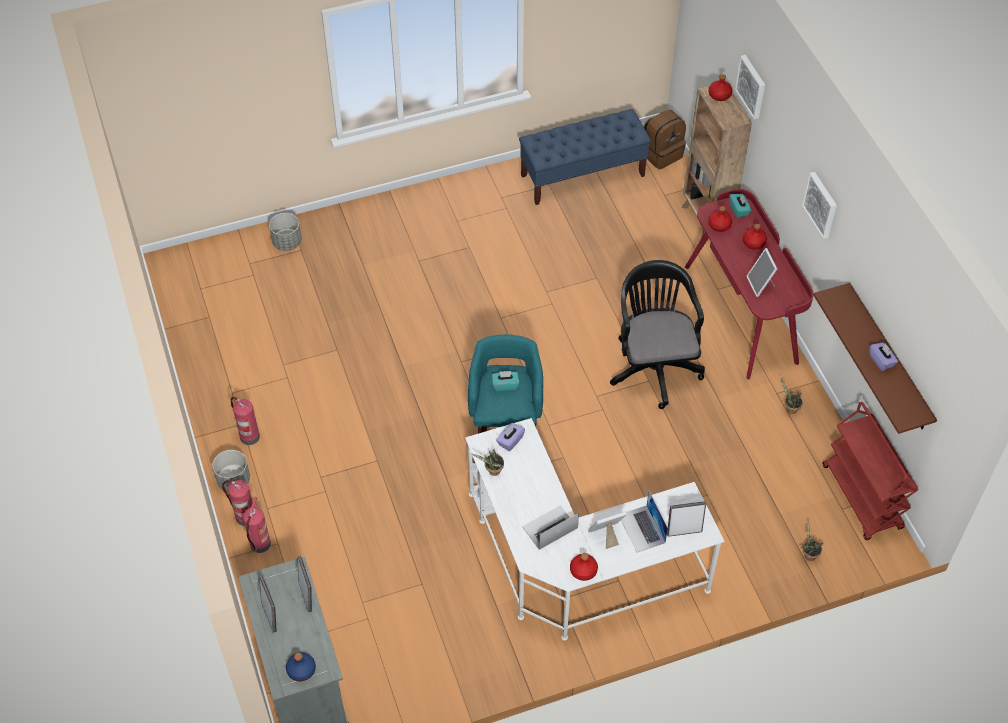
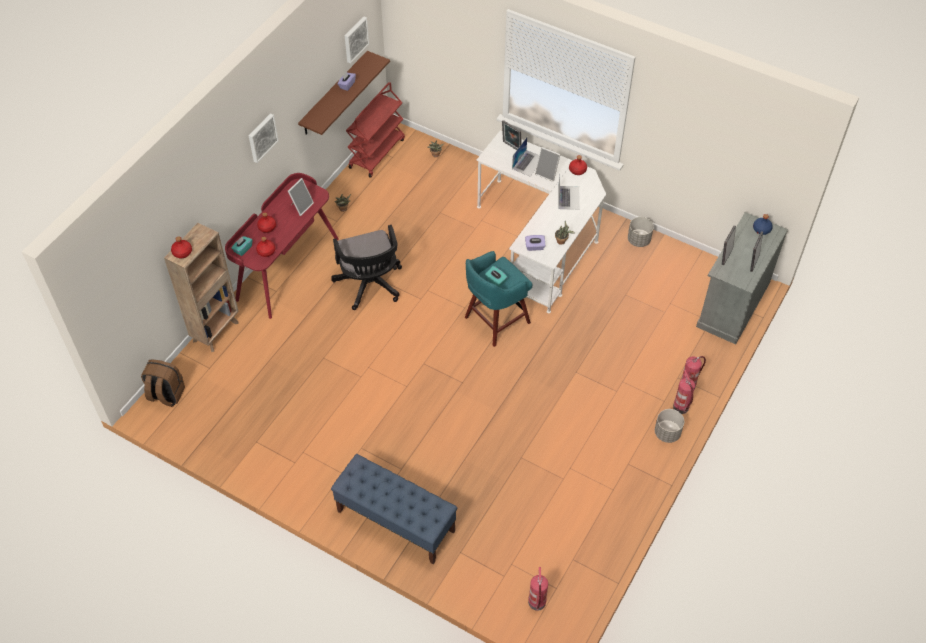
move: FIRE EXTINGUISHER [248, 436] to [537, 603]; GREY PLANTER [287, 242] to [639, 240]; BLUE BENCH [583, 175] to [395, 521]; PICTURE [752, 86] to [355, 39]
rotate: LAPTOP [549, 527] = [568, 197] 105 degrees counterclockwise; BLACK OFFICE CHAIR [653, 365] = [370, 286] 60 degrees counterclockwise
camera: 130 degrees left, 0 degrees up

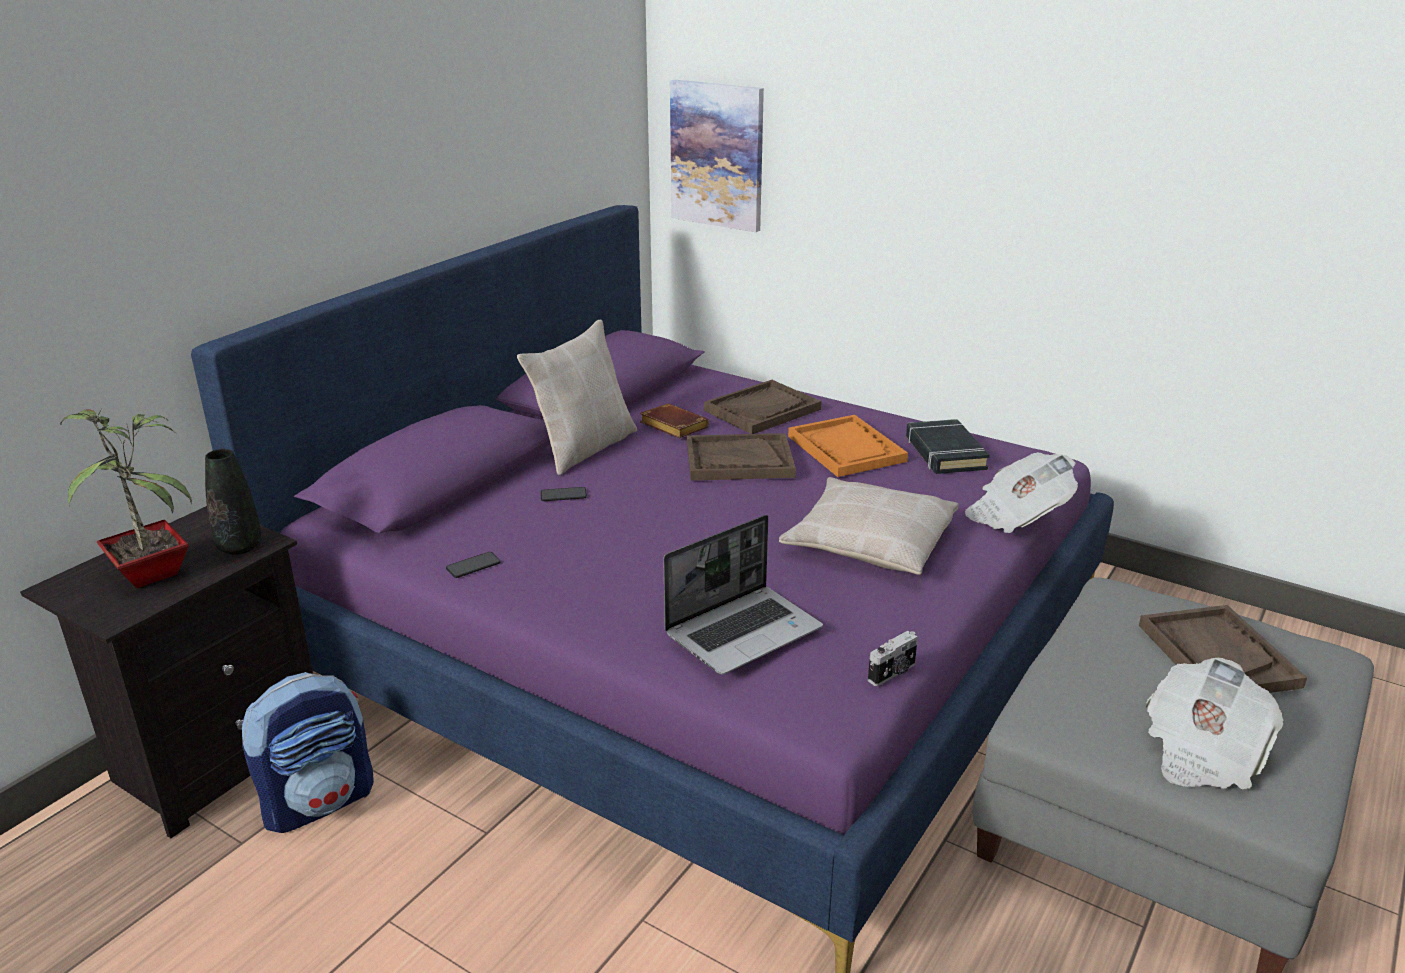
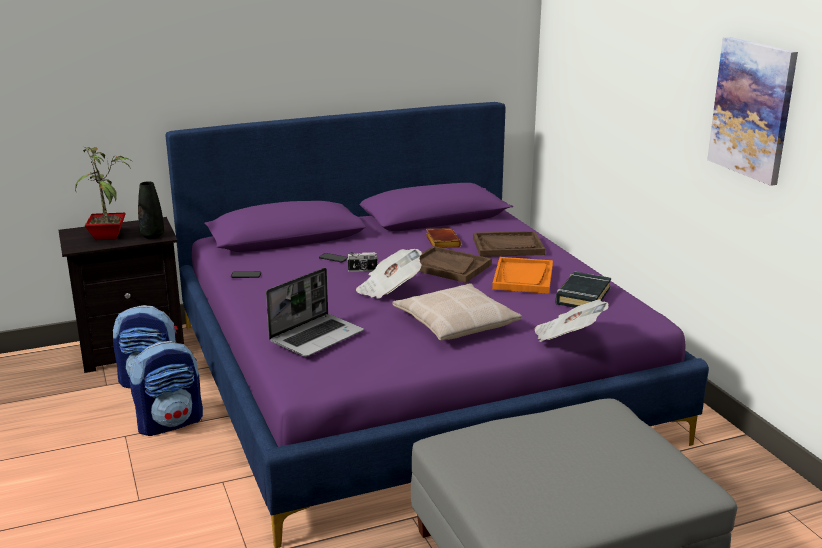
delete: BEIGE PILLOW [584, 447]; BROWN TRAY [1217, 655]
insert: BACKPACK [170, 423]
move: PICTURE [717, 155] to [752, 109]; PHOTO CAMERA [893, 673] to [362, 270]; NEWSPAPER [1201, 752] to [389, 290]
rotate: LAPTOP [744, 631] = [317, 336] 45 degrees counterclockwise
camera: 35 degrees right, 5 degrees down

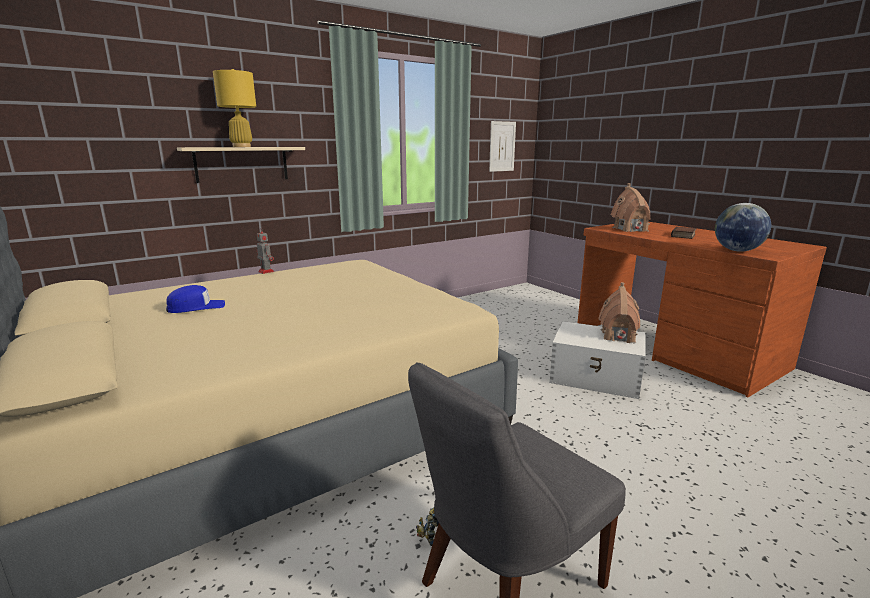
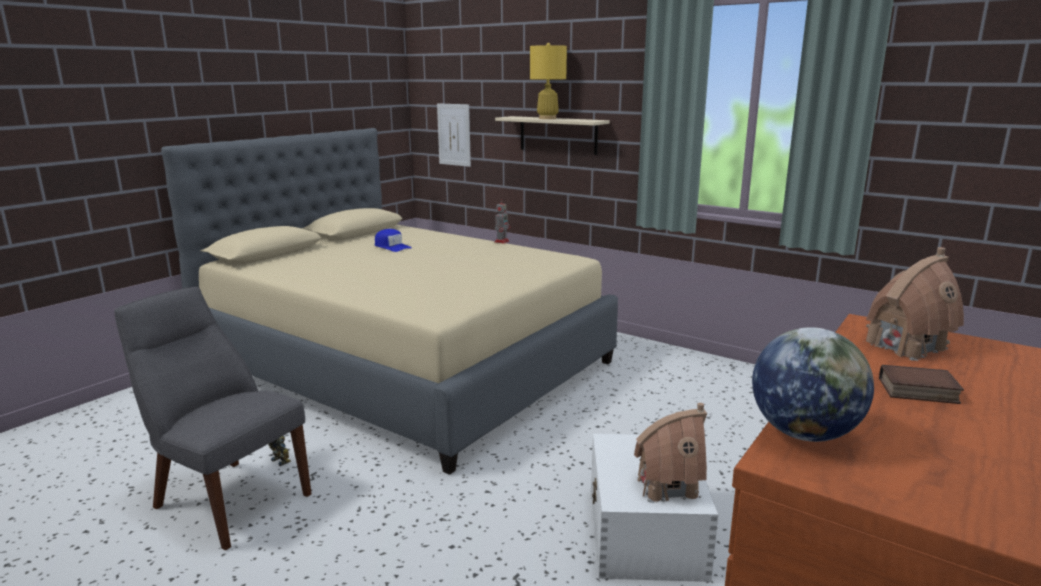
move: PICTURE [502, 146] to [454, 134]
camera: 70 degrees right, 0 degrees up

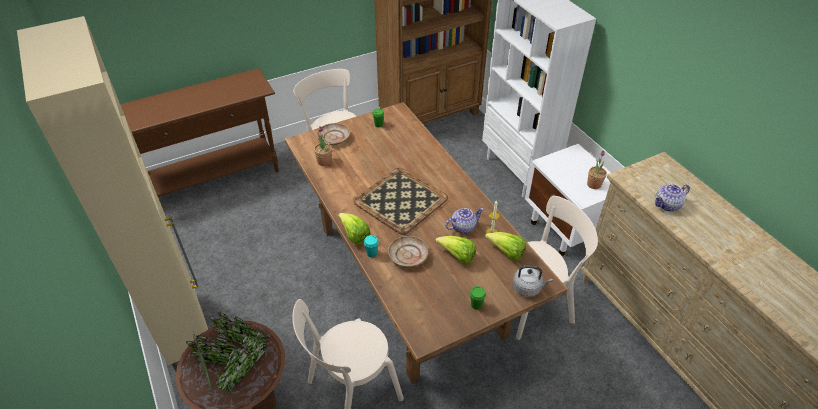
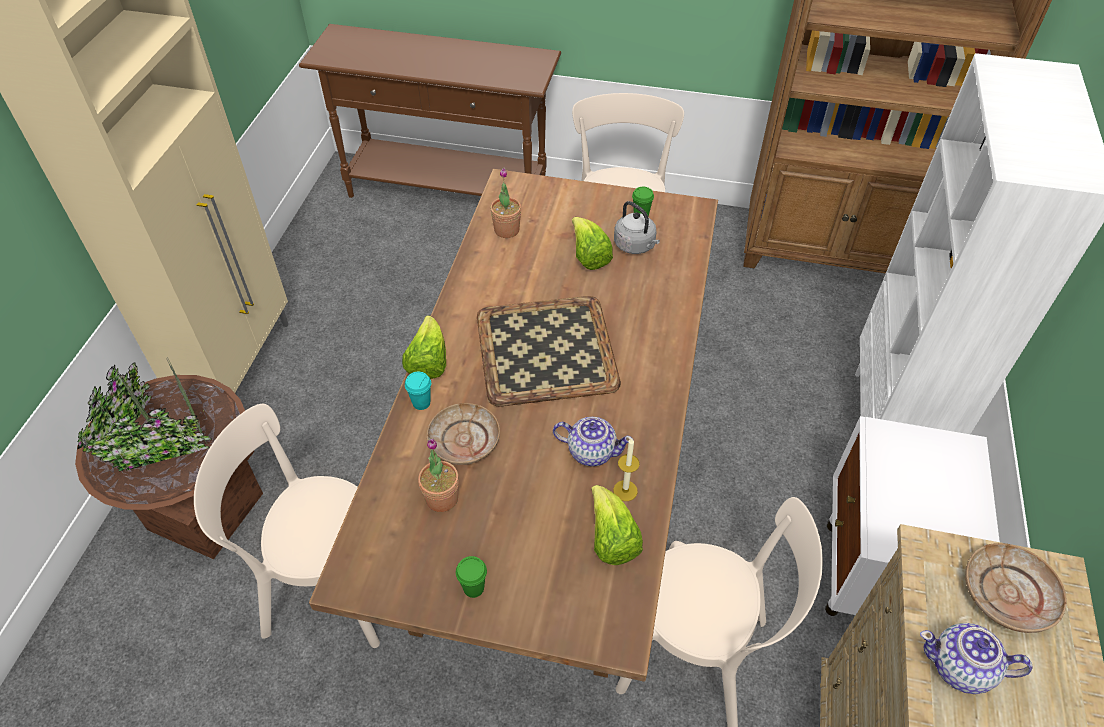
move: BEIGE PLATE [333, 138] to [1008, 594]; LETTUCE [457, 256] to [589, 256]; GREY KETTLE [528, 288] to [636, 246]; POTTED PLANT [594, 184] to [442, 498]
camera: 40 degrees right, 5 degrees up

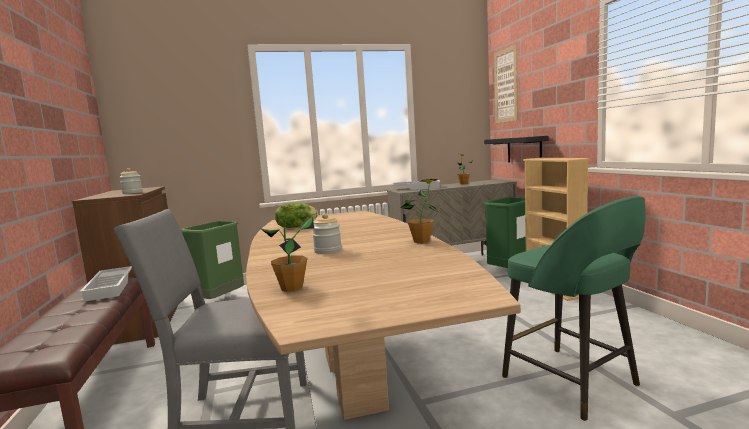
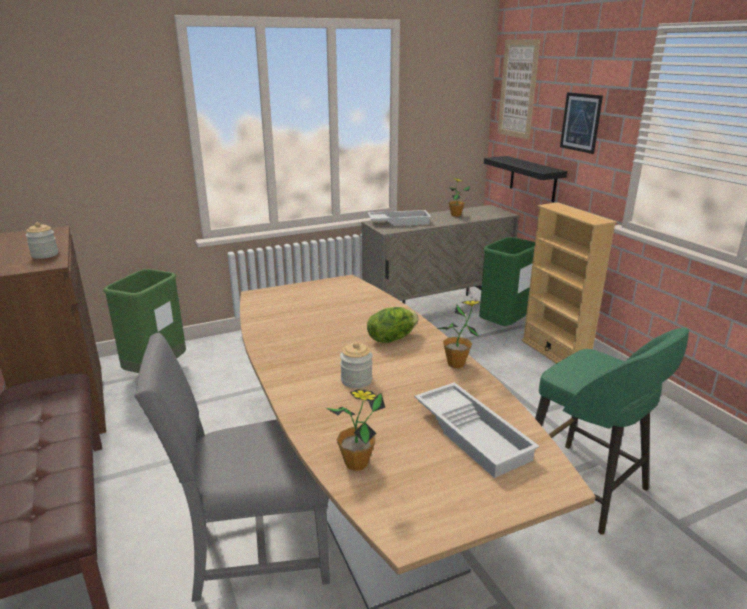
insert: PICTURE [580, 122]
move: WHITE TRAY [111, 287] to [474, 434]; LETTUCE [296, 227] to [391, 338]
camera: 10 degrees left, 15 degrees up

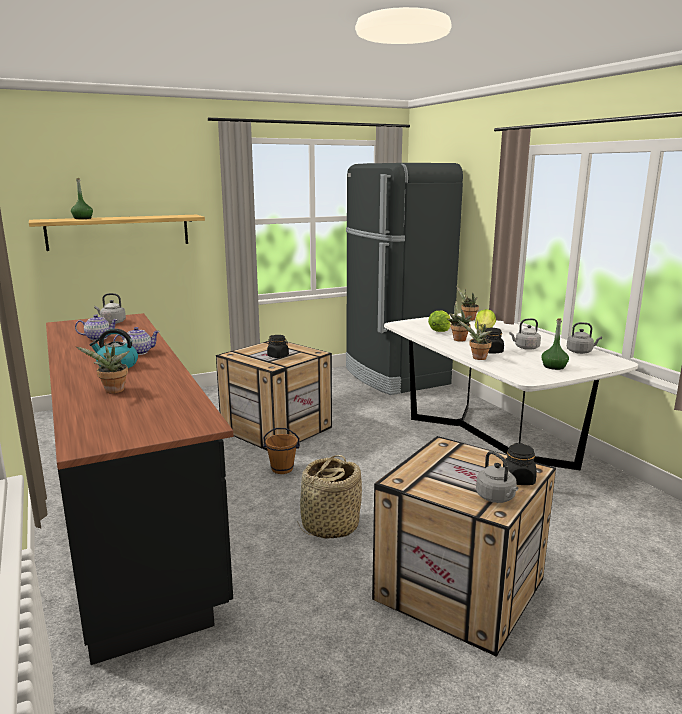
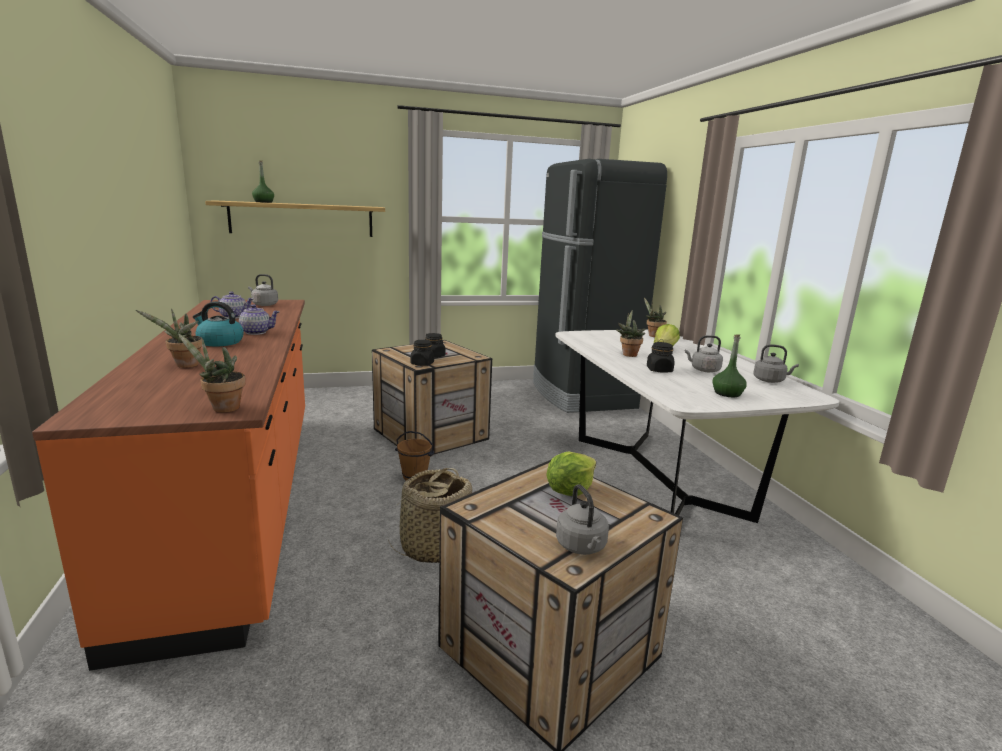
move: LETTUCE [439, 331] to [569, 490]; POTTED PLANT [477, 358] to [221, 408]; BLACK JAR [518, 480] to [422, 364]
recolor: BLACK COUNTER [132, 510] to ORANGE COUNTER [239, 500]
camera: 10 degrees right, 0 degrees up

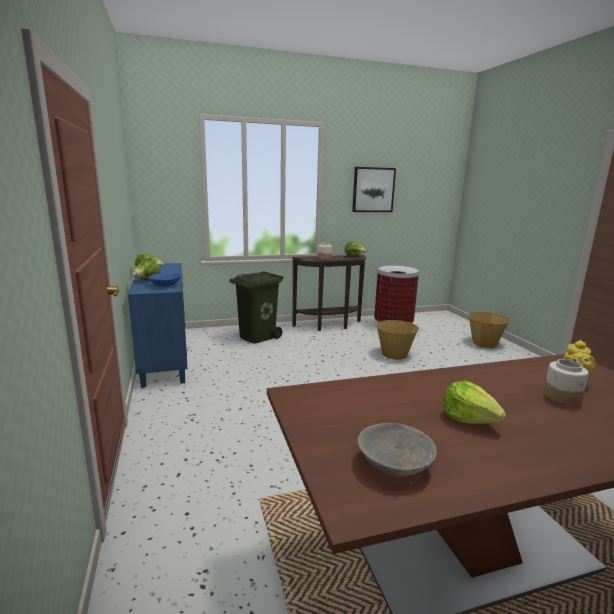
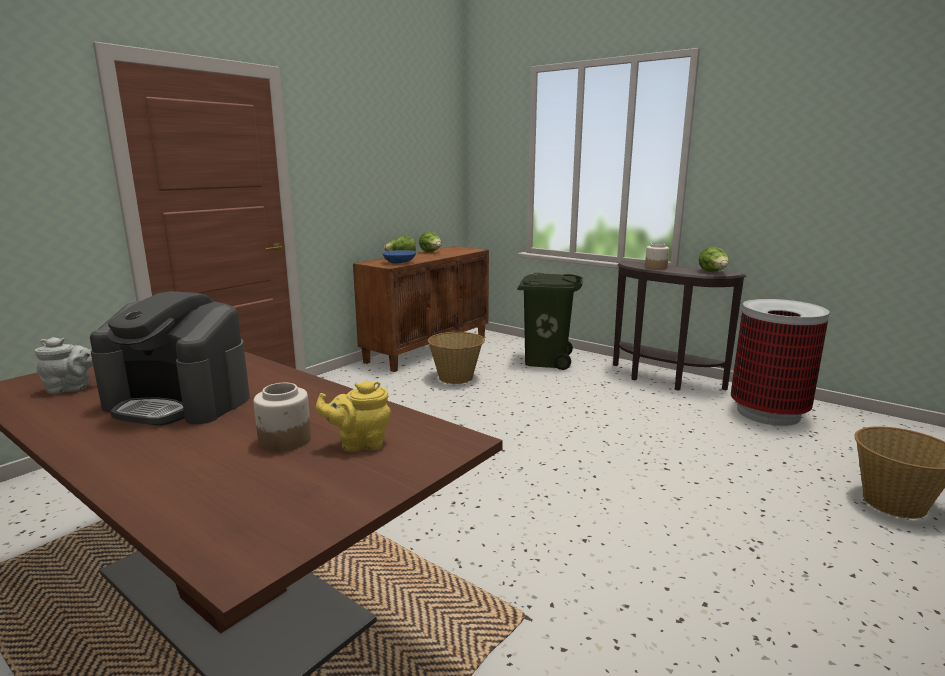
delete: PICTURE [373, 190]
move: BASKET [394, 354] to [456, 377]
replace: GREY BOWL [394, 463] to GREY TEAPOT [73, 388]; LETTUCE [469, 418] to COFFEE MACHINE [180, 402]
recolor: BLUE CABINET [164, 357] to BROWN CABINET [427, 349]
camera: 55 degrees right, 0 degrees up

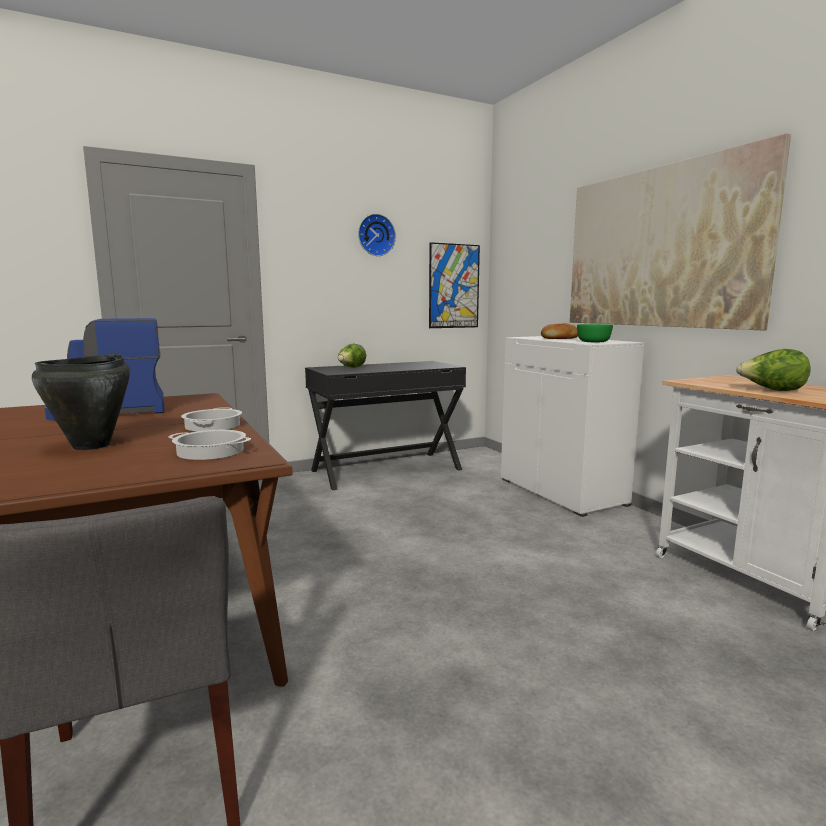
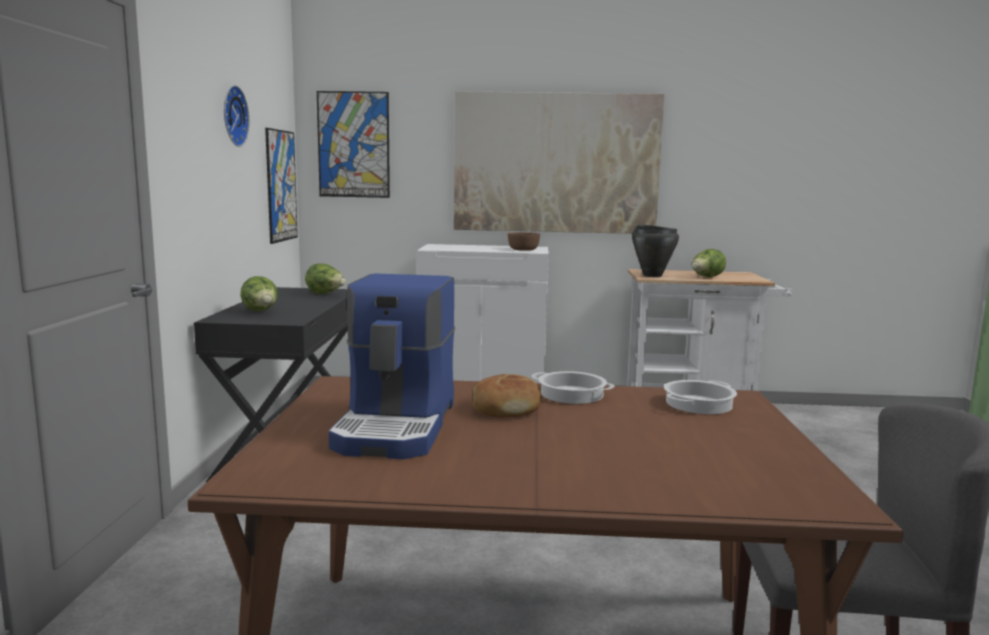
insert: LETTUCE [326, 294]; PICTURE [353, 145]
move: BLACK COOKING POT [92, 446] to [652, 275]; BREAD [560, 338] to [506, 408]
recolor: GREEN BOWL [593, 341] to BROWN BOWL [523, 249]
camera: 60 degrees left, 0 degrees up

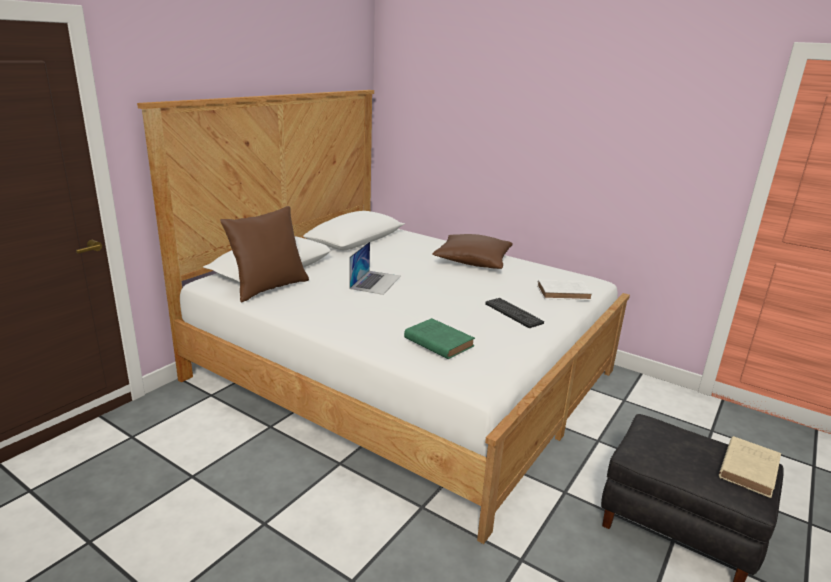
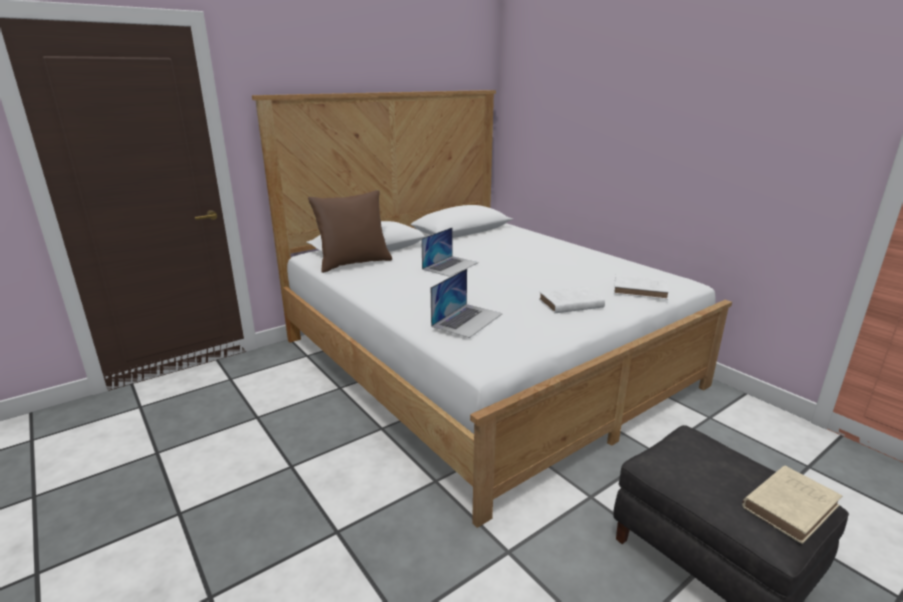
delete: BROWN PILLOW [472, 261]
replace: GREEN BOOK [437, 341] to LAPTOP [467, 320]; KEYBOARD [513, 313] to WHITE BOOK [569, 304]
camera: 20 degrees right, 0 degrees up

